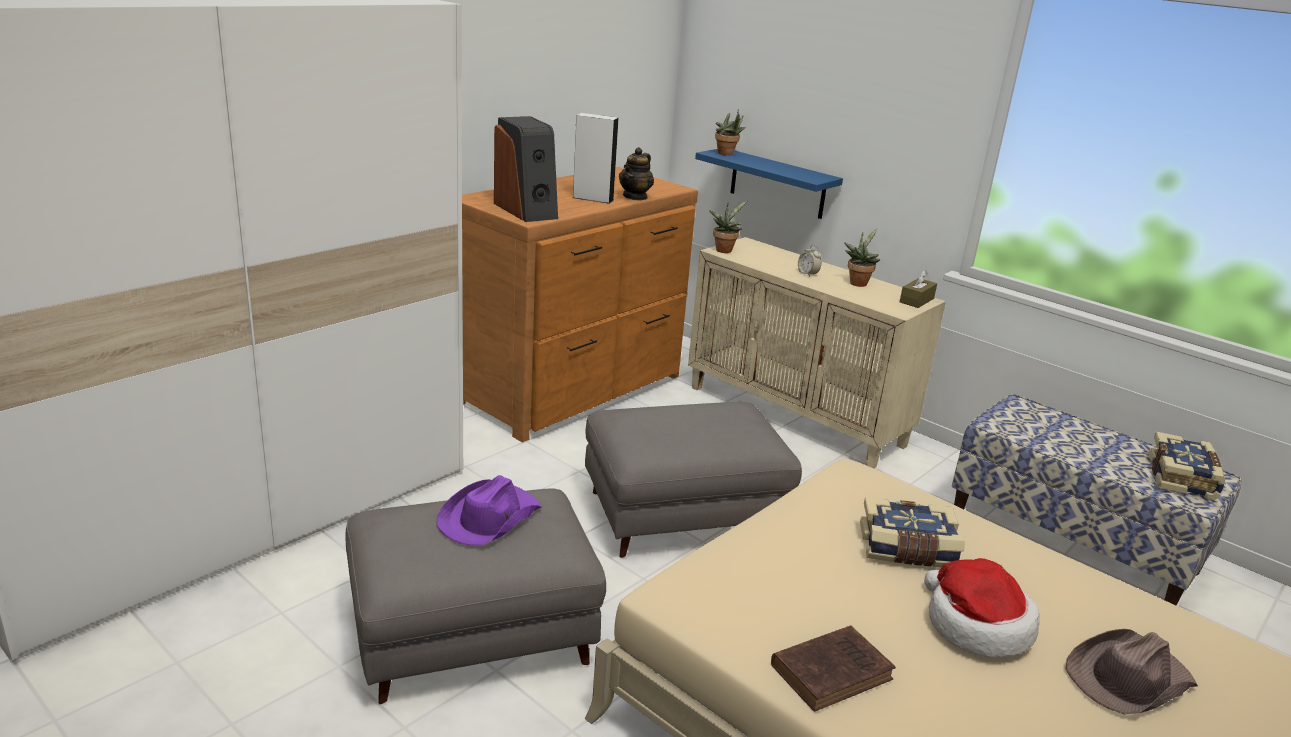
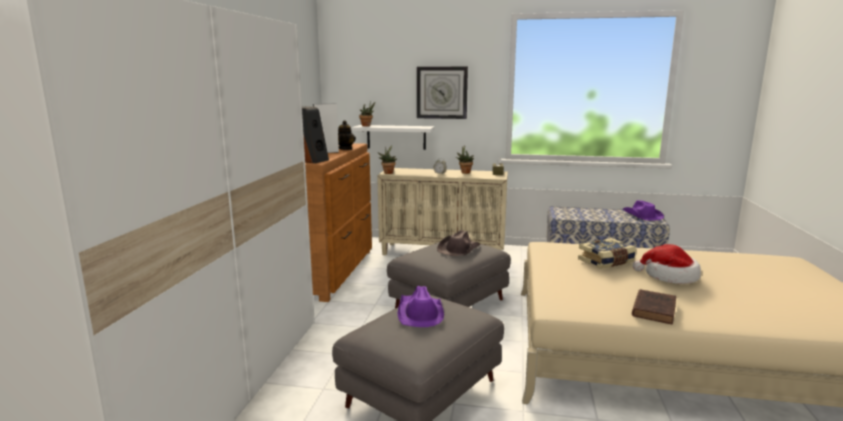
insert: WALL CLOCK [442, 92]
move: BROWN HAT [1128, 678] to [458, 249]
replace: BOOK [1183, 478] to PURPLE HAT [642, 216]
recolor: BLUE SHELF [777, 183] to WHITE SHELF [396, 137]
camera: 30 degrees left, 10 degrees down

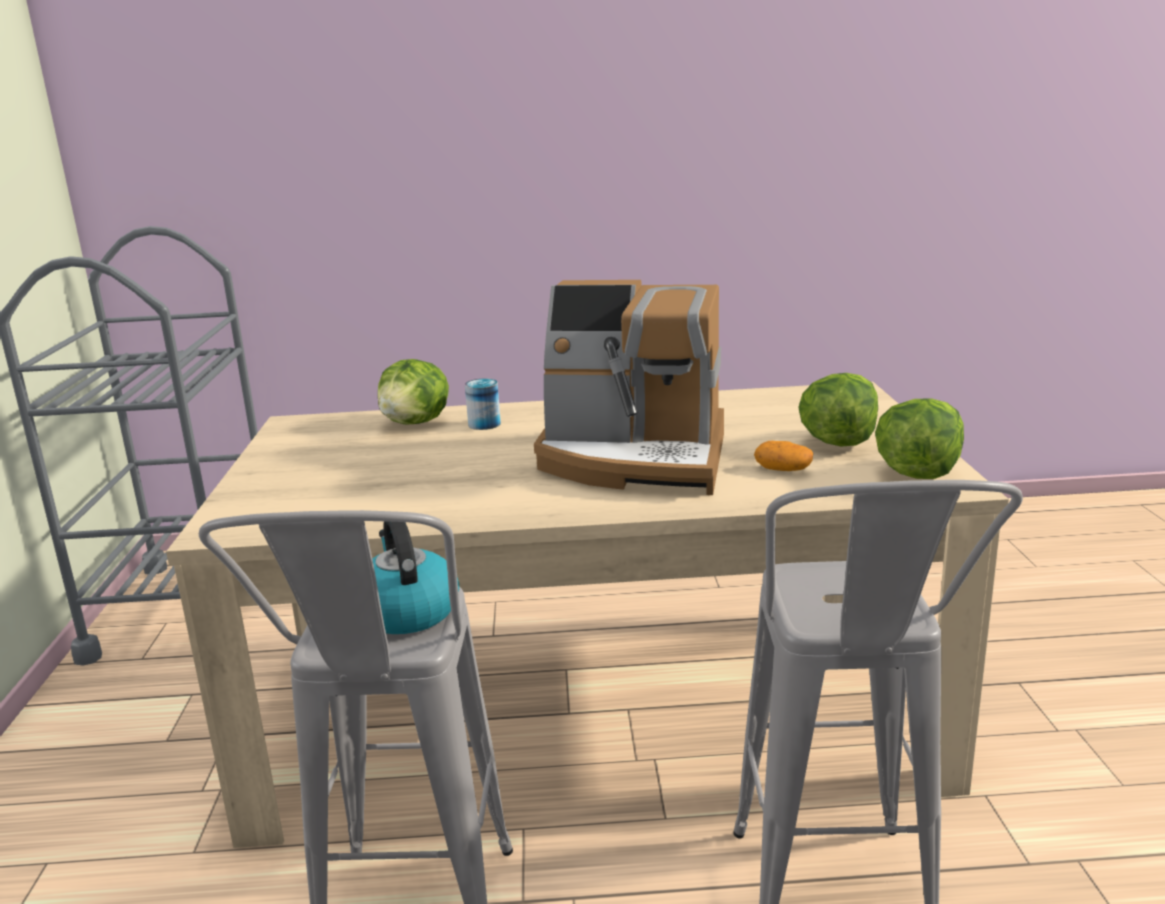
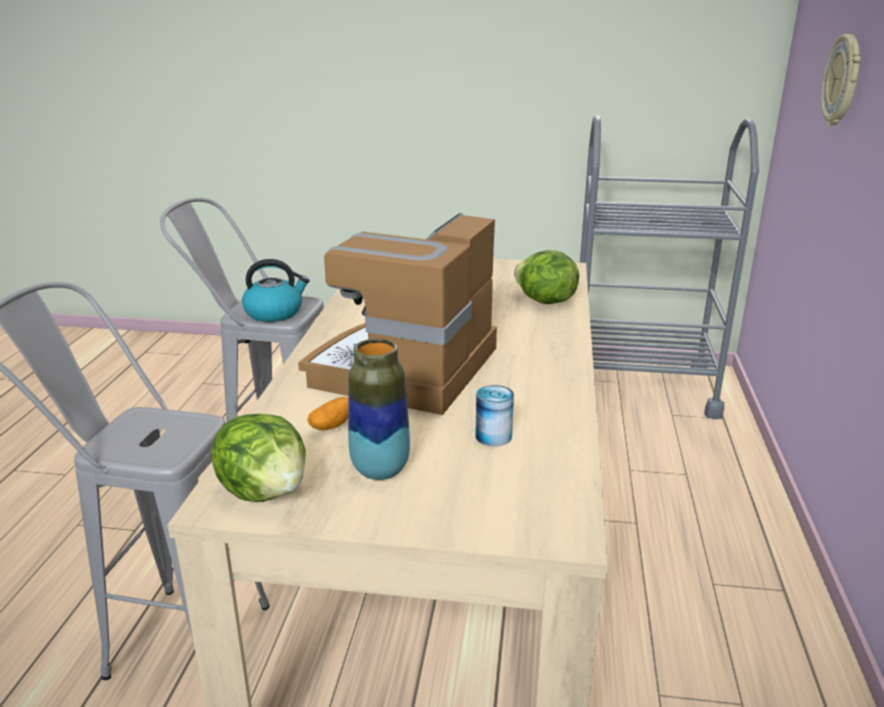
insert: WALL CLOCK [843, 81]
move: CAN [484, 424] to [493, 436]
replace: LETTUCE [837, 442] to VASE [380, 470]
camera: 100 degrees right, 5 degrees up

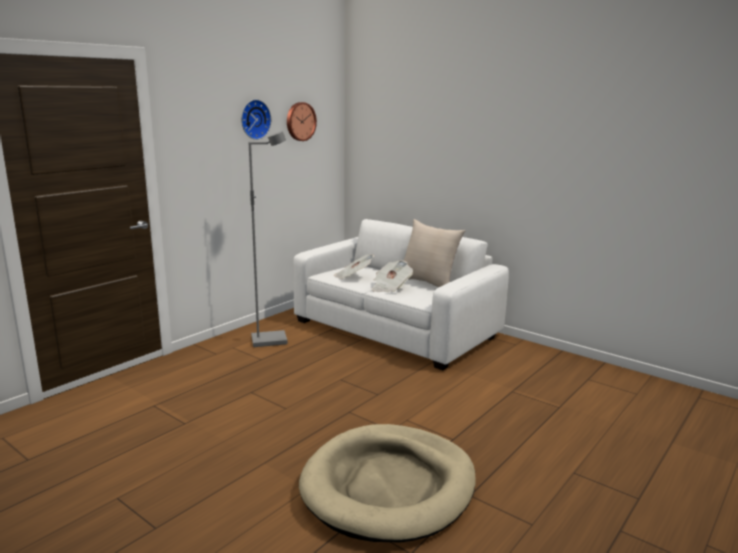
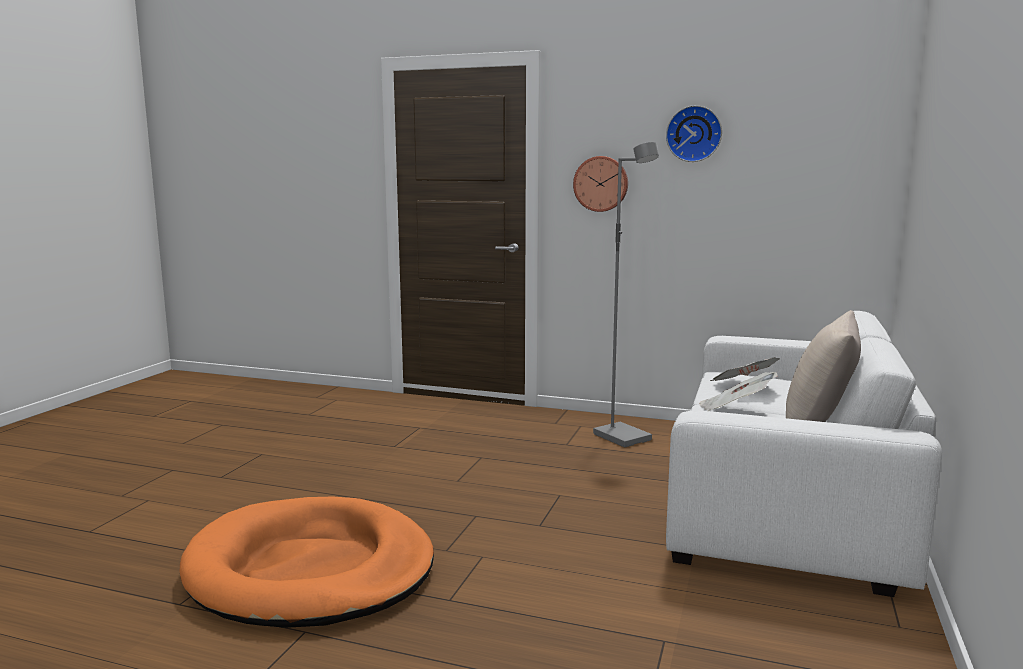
move: WALL CLOCK [300, 121] to [601, 183]
recolor: BEIGE DOG BED [389, 486] to ORANGE DOG BED [311, 570]
camera: 70 degrees right, 5 degrees down

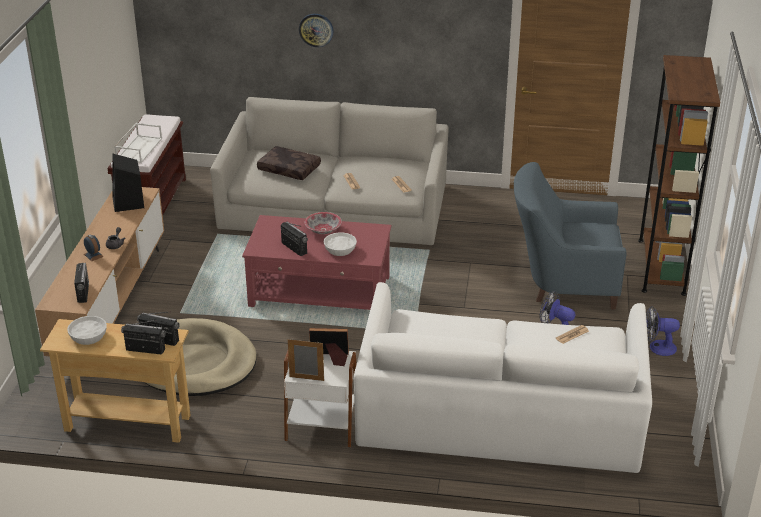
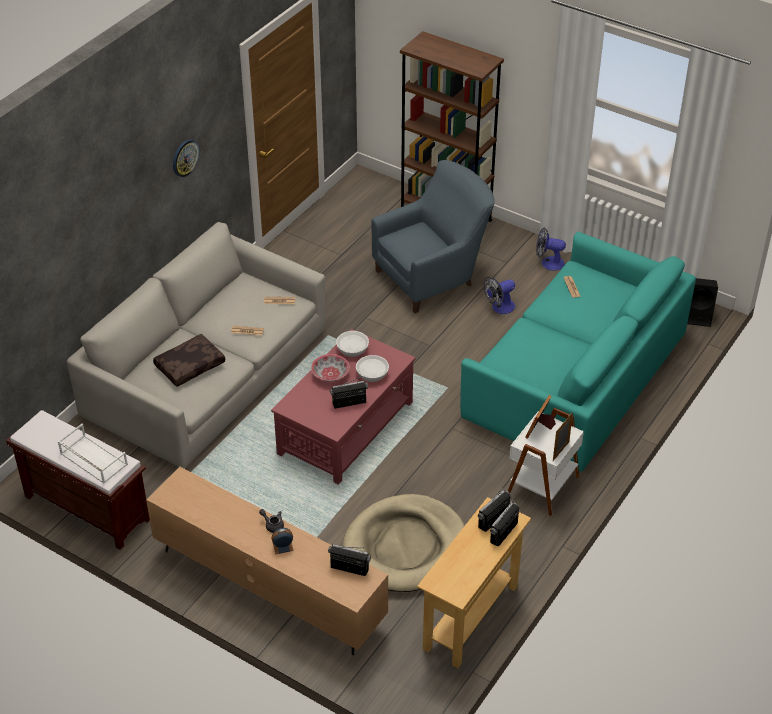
move: WHITE BOWL [89, 336] to [352, 349]; BLACK SPEAKER [128, 203] to [697, 315]; WALL CLOCK [316, 30] to [185, 157]
recolor: WHITE SOFA [499, 408] to TURQUOISE SOFA [575, 375]
rotate: BLUE ARMCHAIR [563, 283] = [433, 276] 150 degrees counterclockwise; FAN [657, 347] = [548, 263] 75 degrees clockwise
camera: 65 degrees left, 10 degrees up

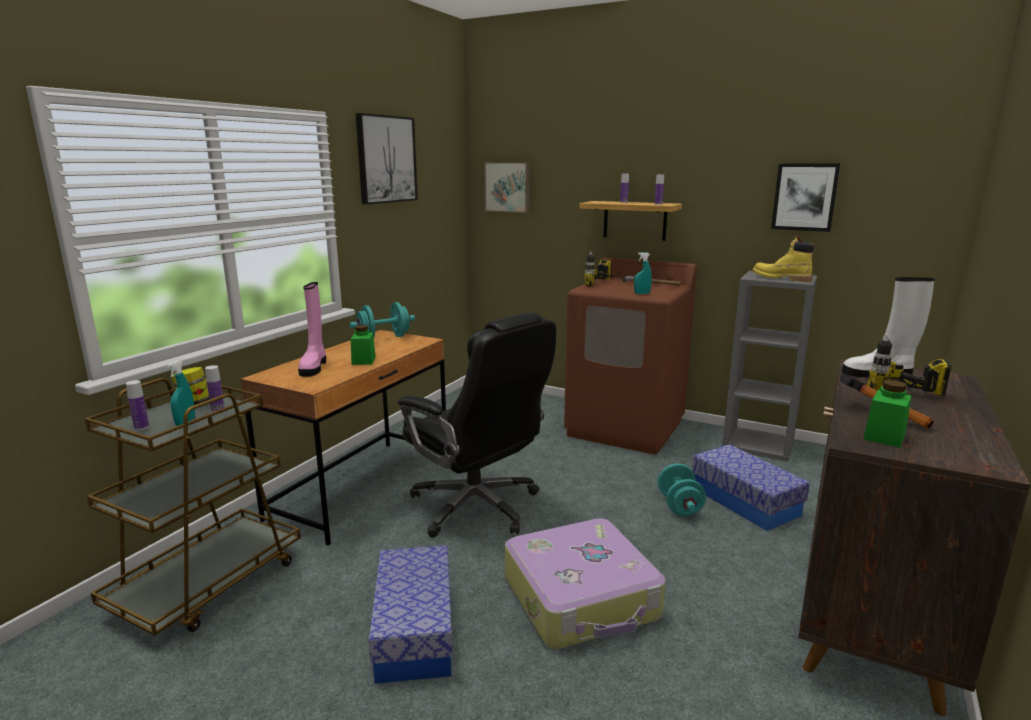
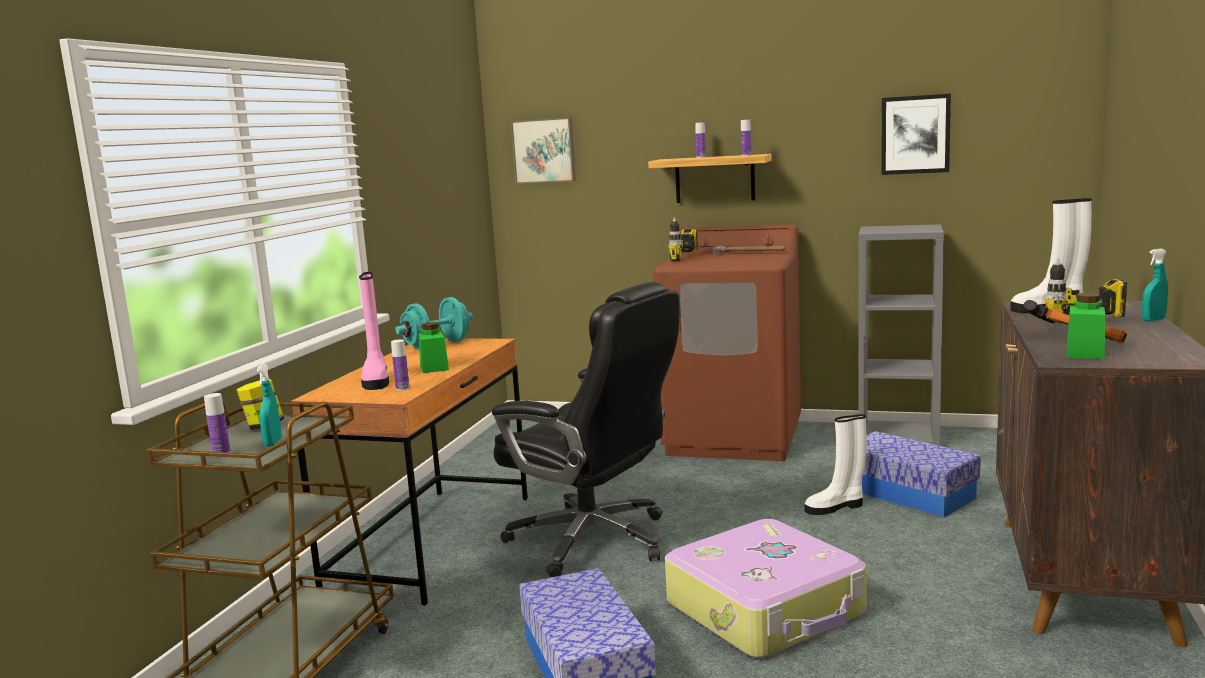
delete: PICTURE [386, 159]; YELLOW BOOT [781, 278]
move: BOTTLE [217, 409] to [402, 388]; TURQUOISE SPRAY BOTTLE [642, 293] to [1153, 320]
replace: TURQUOISE DUMBBELL [679, 506] to WHITE BOOT [835, 507]
camera: 10 degrees left, 5 degrees down

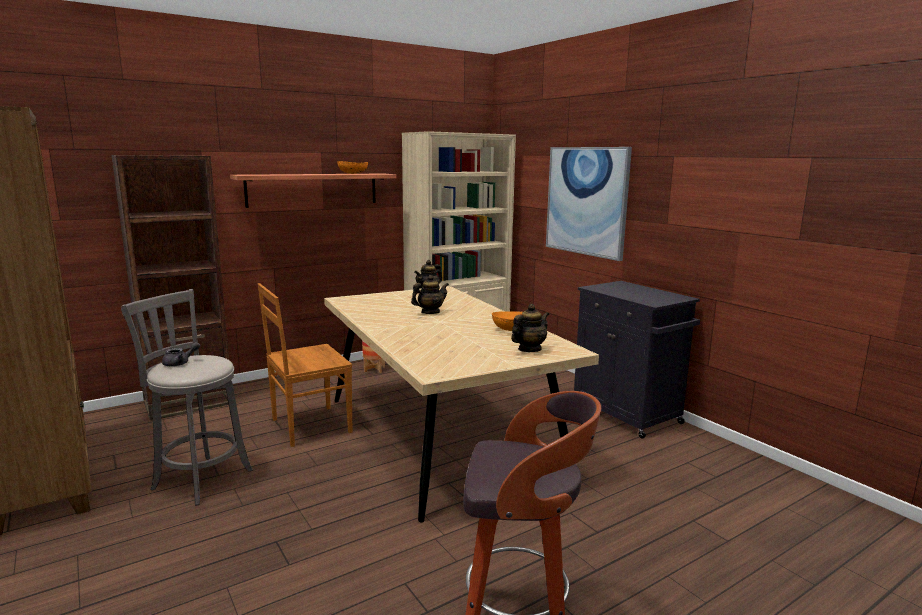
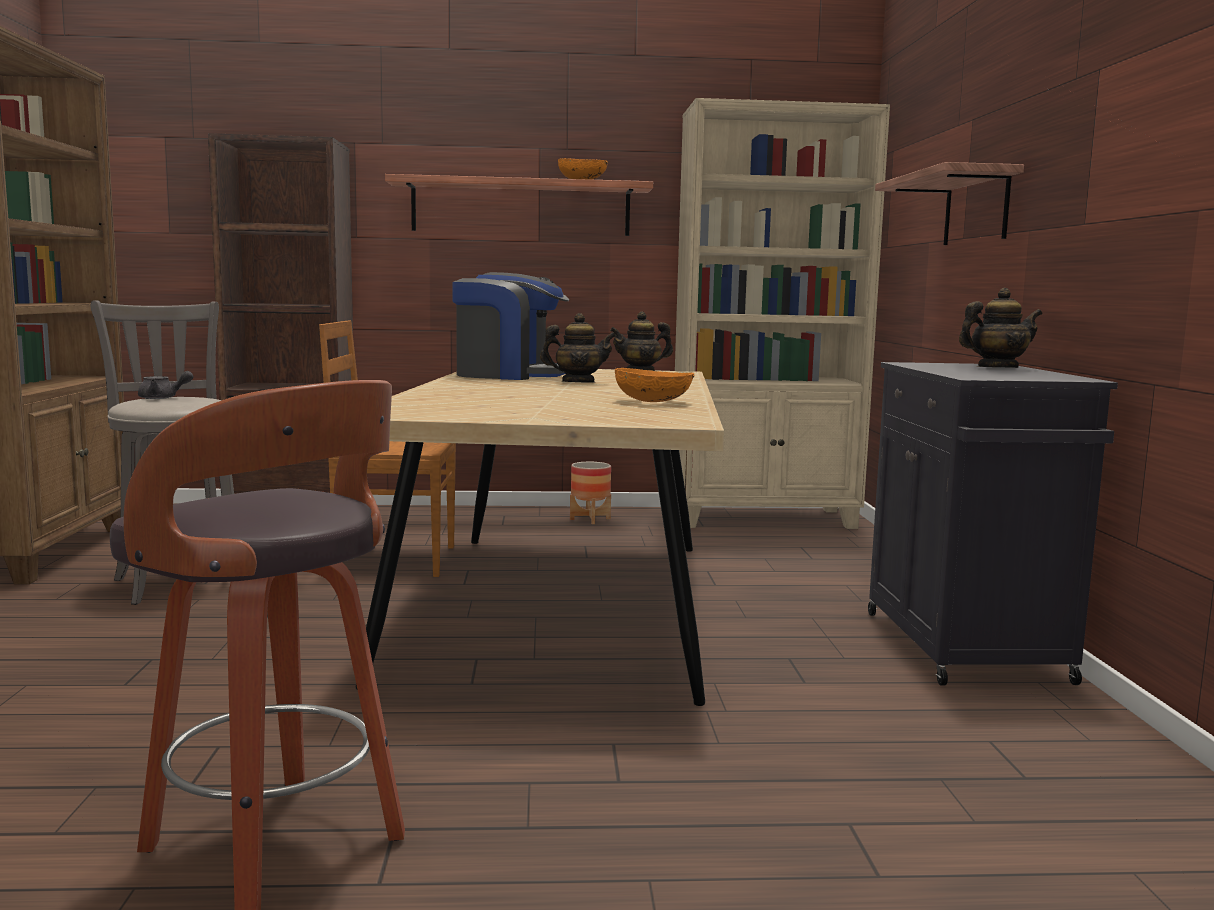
insert: COFFEE MACHINE [509, 375]
move: TEAPOT [529, 349] to [997, 368]
replace: PICTURE [586, 201] to SHELF [976, 209]
camera: 30 degrees right, 5 degrees down

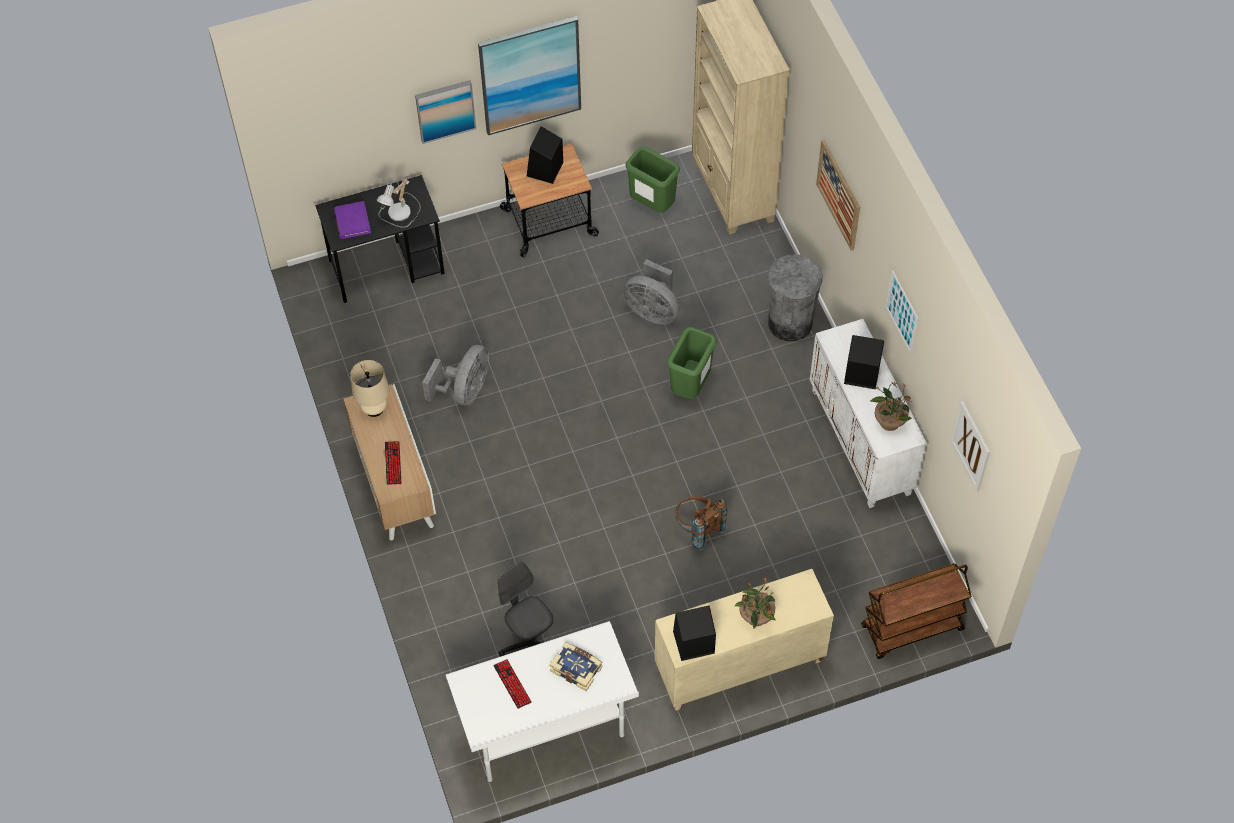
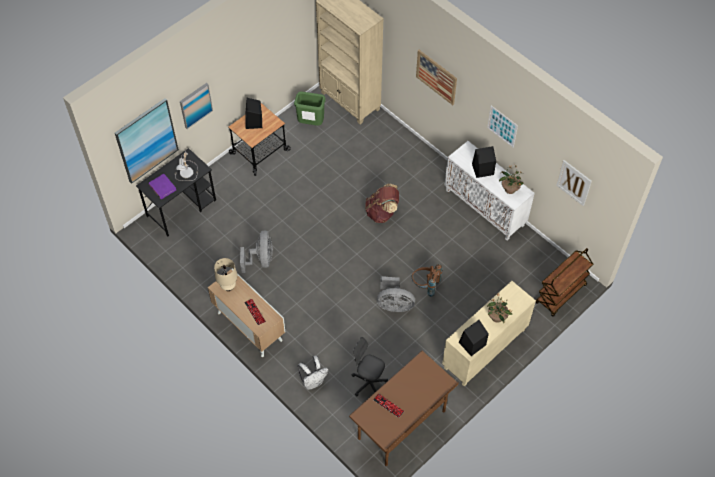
delete: BOOK [576, 668]; GREY TRASH CAN [790, 323]
insert: WHITE BACKPACK [313, 381]
move: PICTURE [530, 75] to [146, 140]; GREY FAN [652, 311] to [394, 304]
replace: GREEN TRASH CAN [690, 387] to BROWN BACKPACK [382, 212]
recolor: WHITE DESK [546, 730] to BROWN DESK [402, 426]
camera: 25 degrees left, 0 degrees up

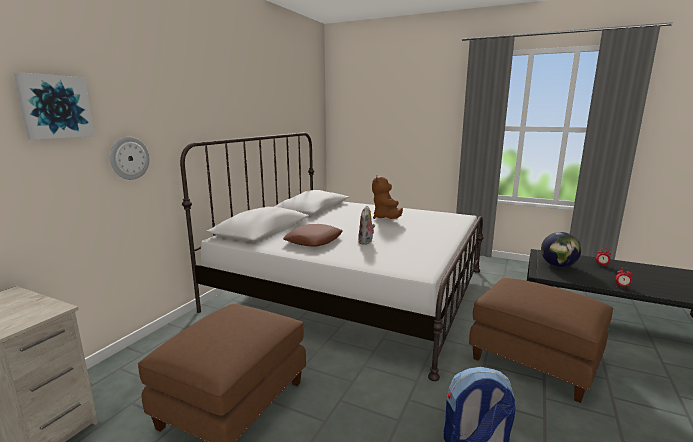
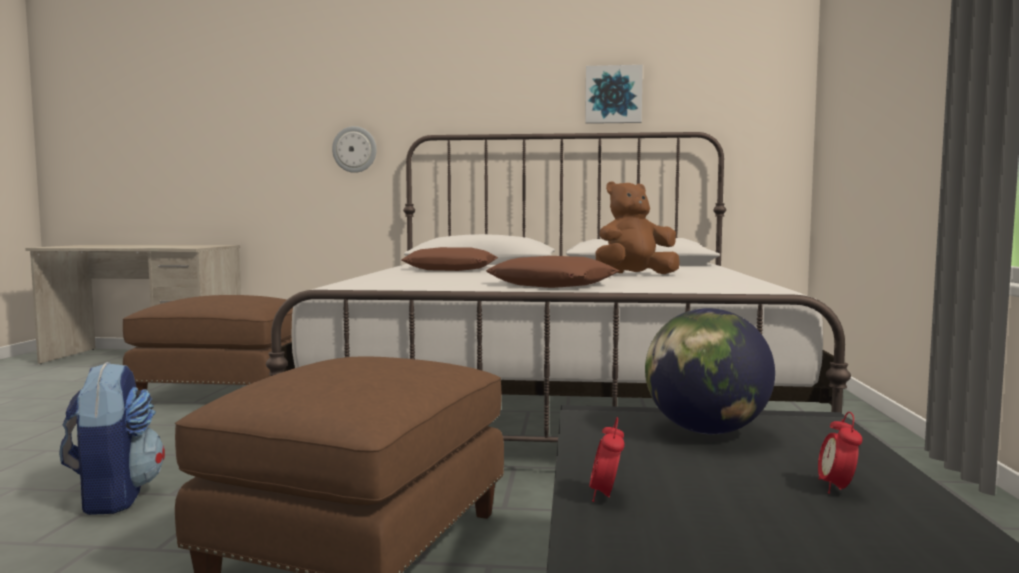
delete: PLUSH TOY [366, 242]
insert: BROWN PILLOW [552, 284]
move: PICTURE [55, 107] to [613, 95]
camera: 70 degrees right, 10 degrees down

